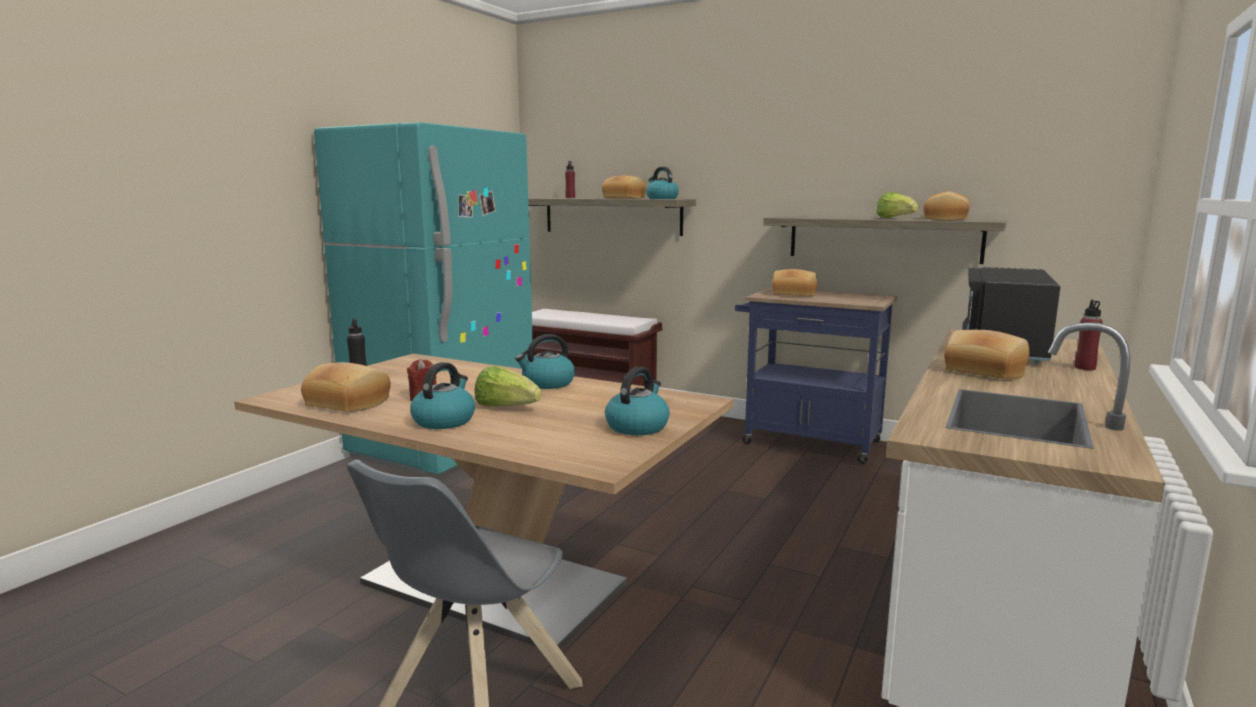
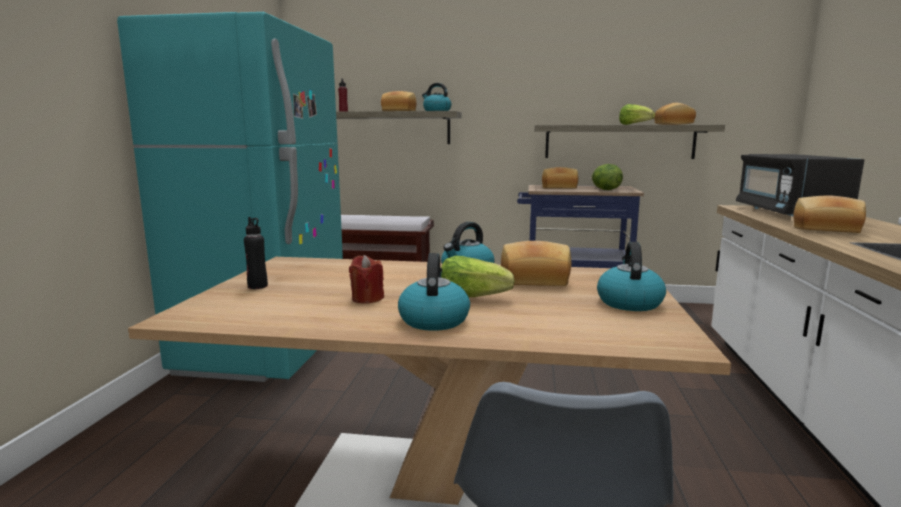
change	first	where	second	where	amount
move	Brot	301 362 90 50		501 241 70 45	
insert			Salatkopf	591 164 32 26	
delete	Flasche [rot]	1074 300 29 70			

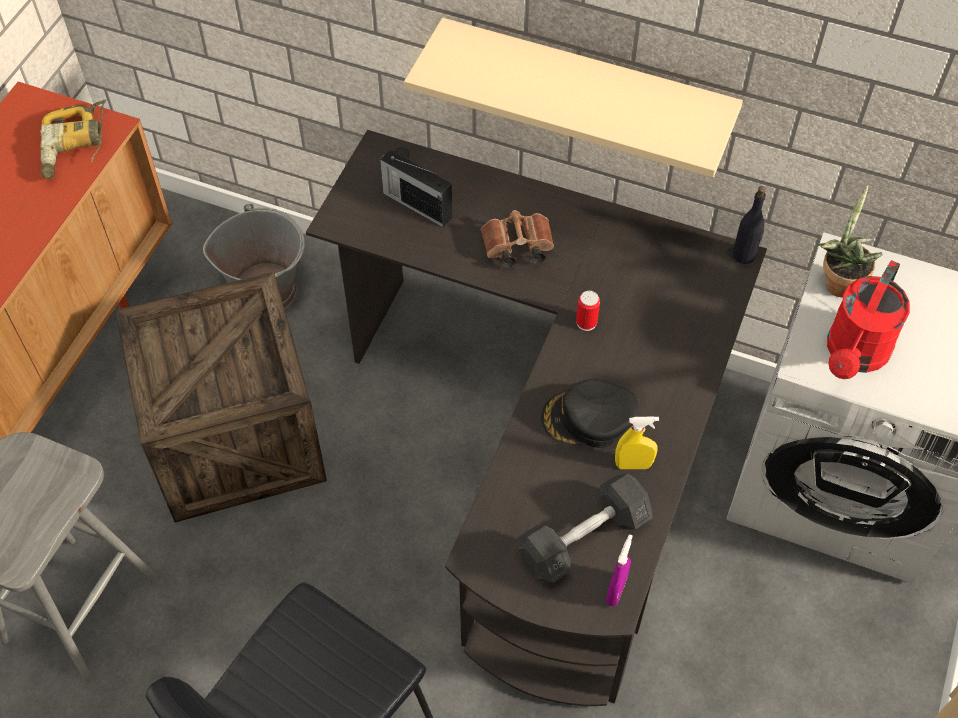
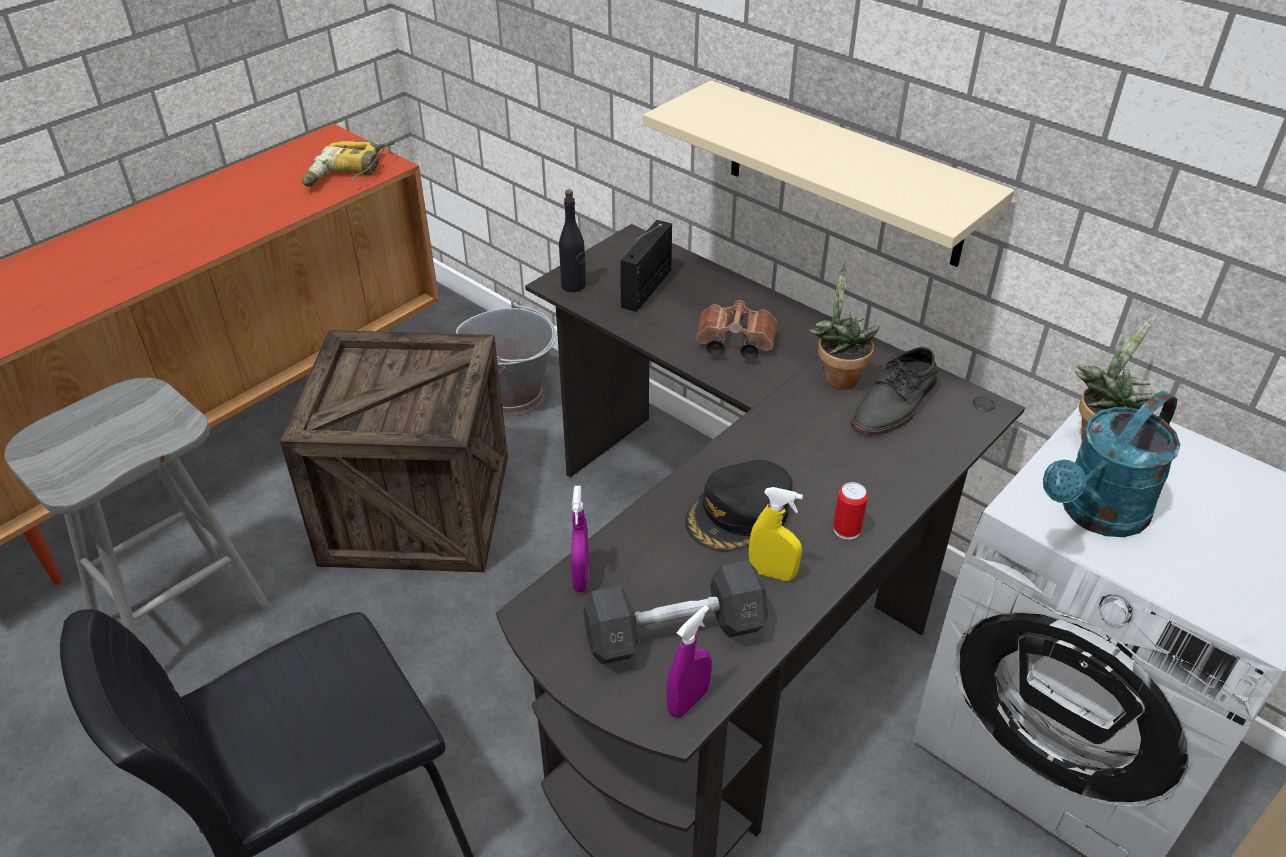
change	first	where	second	where	amount
move	Flasche [schwarz]	732 186 34 78		559 189 27 103	
insert			Sprühflasche [lila]	571 486 18 106	
rotate	Radio	380 150 73 77		620 220 52 92	60 degrees clockwise
rotate	Kappe [schwarz]	541 379 98 69		685 460 108 91	60 degrees counterclockwise
insert			Topfpflanze	808 262 72 128	
move	Dose	576 291 24 40		833 482 35 58	
insert			Schuh [grau]	851 347 87 89	
recolor	Gießkanne [rot]	827 260 83 119	Gießkanne [türkis]	1043 391 137 146	

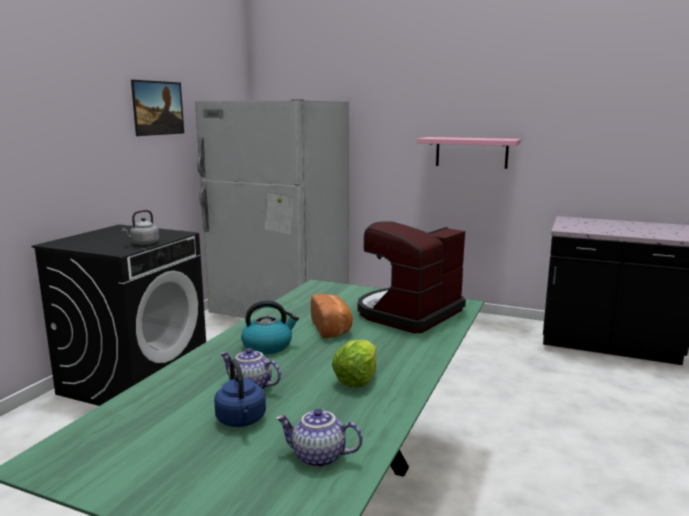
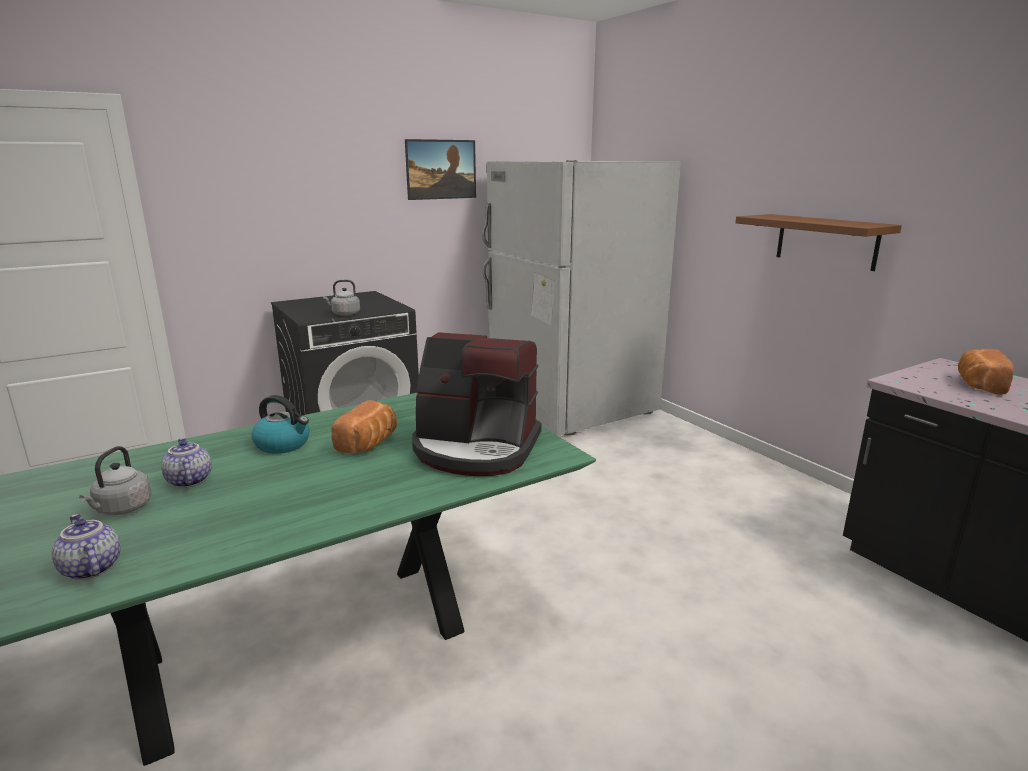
change	first	where	second	where	amount
recolor	Wasserkessel [blau]	214 359 52 68	Wasserkessel [grau]	79 446 73 69	
rotate	Kaffeemaschine	357 221 109 112		412 332 129 144	150 degrees counterclockwise
recolor	Wandregal [rosa]	417 137 104 32	Wandregal [braun]	735 214 167 57	
insert			Brot	958 349 56 46	
delete	Salatkopf	332 340 44 48			

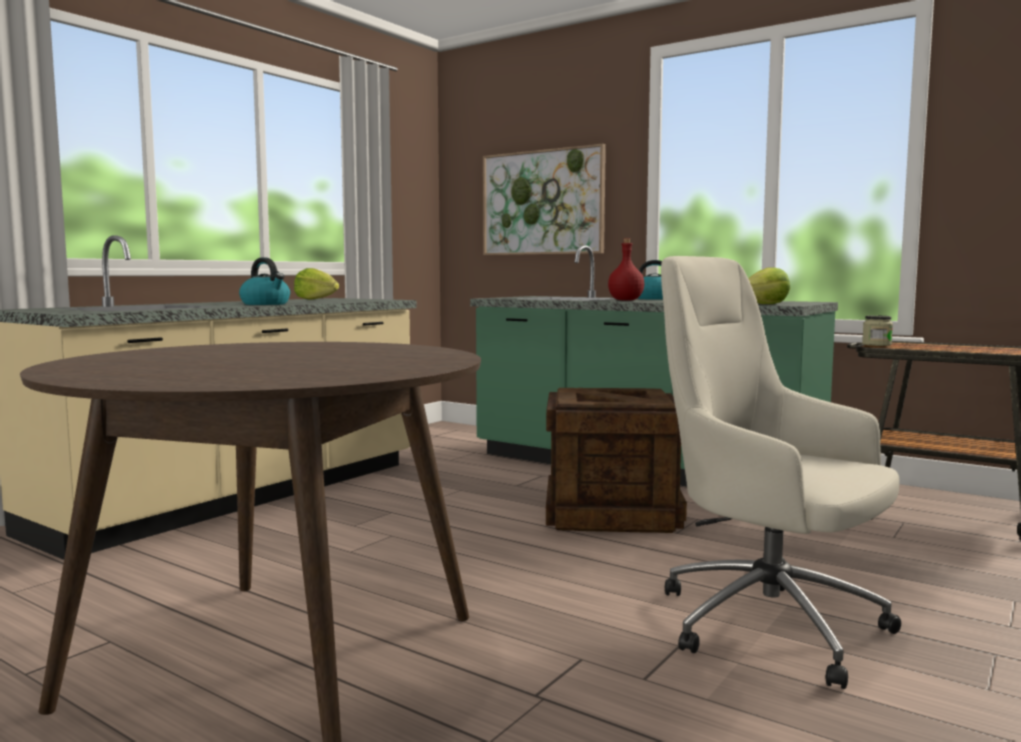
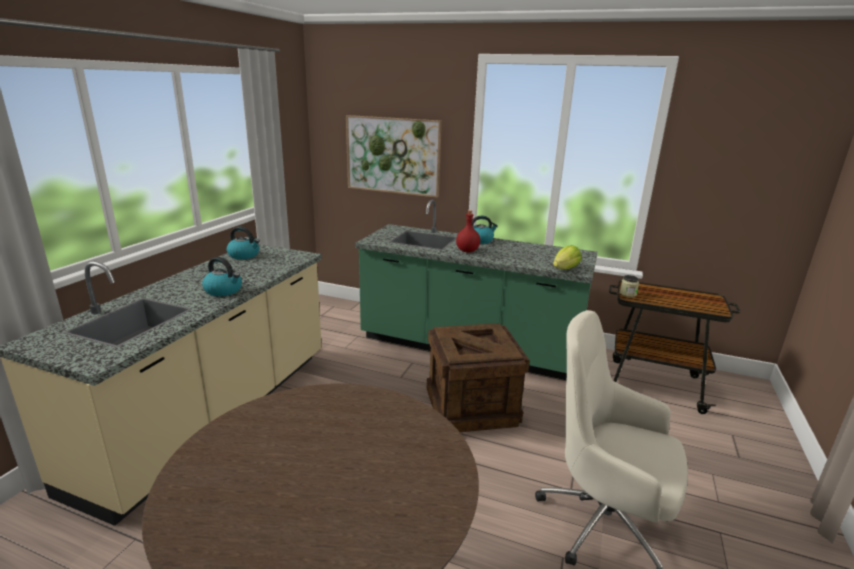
change	first	where	second	where	amount
replace	Salatkopf	294 268 45 32	Wasserkessel	227 227 33 32	

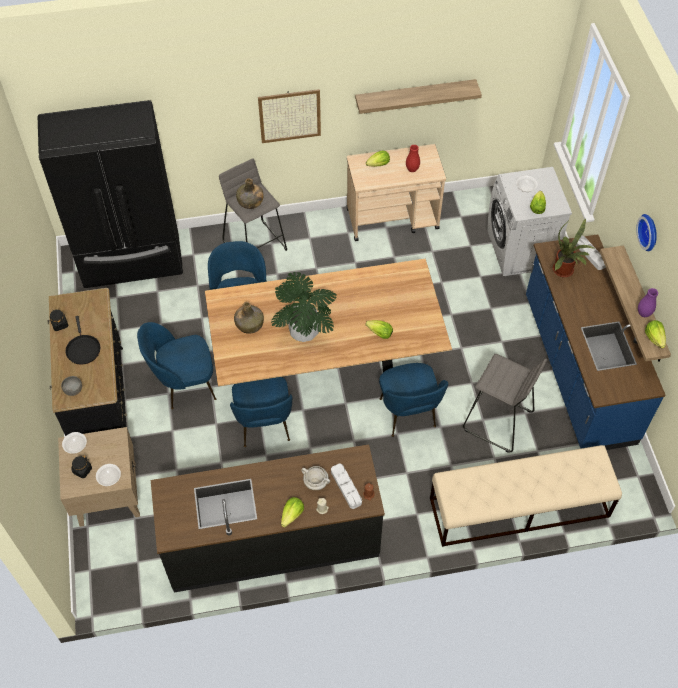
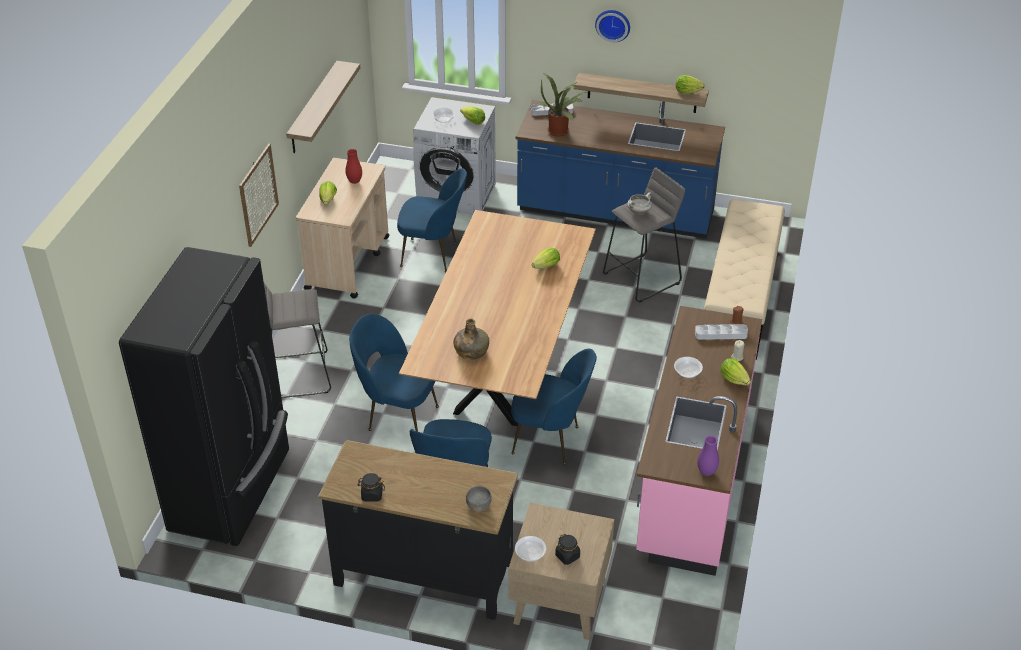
change	first	where	second	where	amount
move	Stuhl [blau]	379 363 69 74		397 168 70 105	
move	Kochtopf [weiß]	301 466 29 24		627 192 25 22	
recolor	Küchenzeile [schwarz]	151 444 234 149	Küchenzeile [rosa]	636 306 126 270	
move	Schüssel	96 464 25 22		674 357 29 21	
move	Vase [lila]	638 288 20 29		697 436 22 40	
delete	Pfanne [schwarz]	66 316 34 49			
delete	Flasche [grün]	236 178 28 31			
delete	Topfpflanze	271 272 66 70			

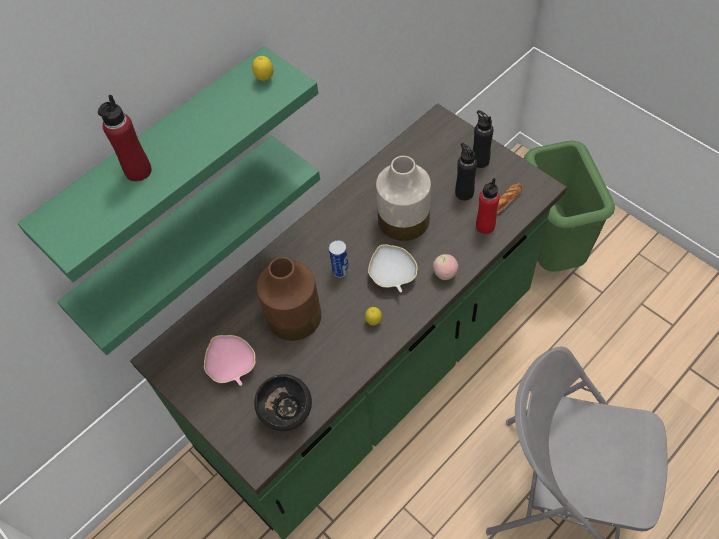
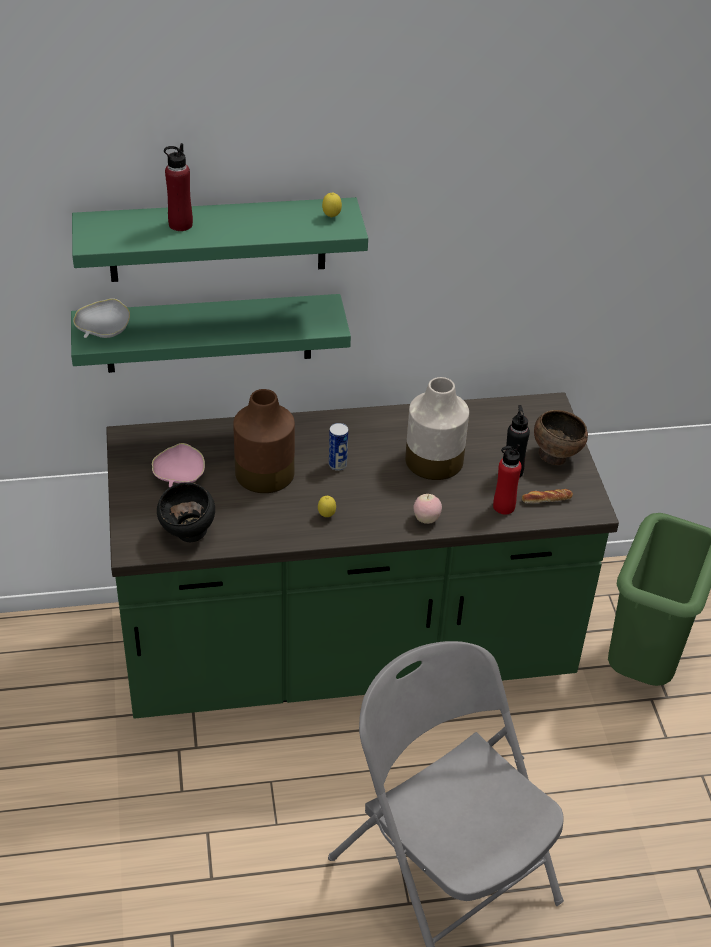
change	first	where	second	where	amount
move	Schüssel [weiß]	368 244 50 49		73 298 57 40	
replace	Flasche [schwarz]	473 110 21 58	Schüssel [braun]	534 410 54 55	

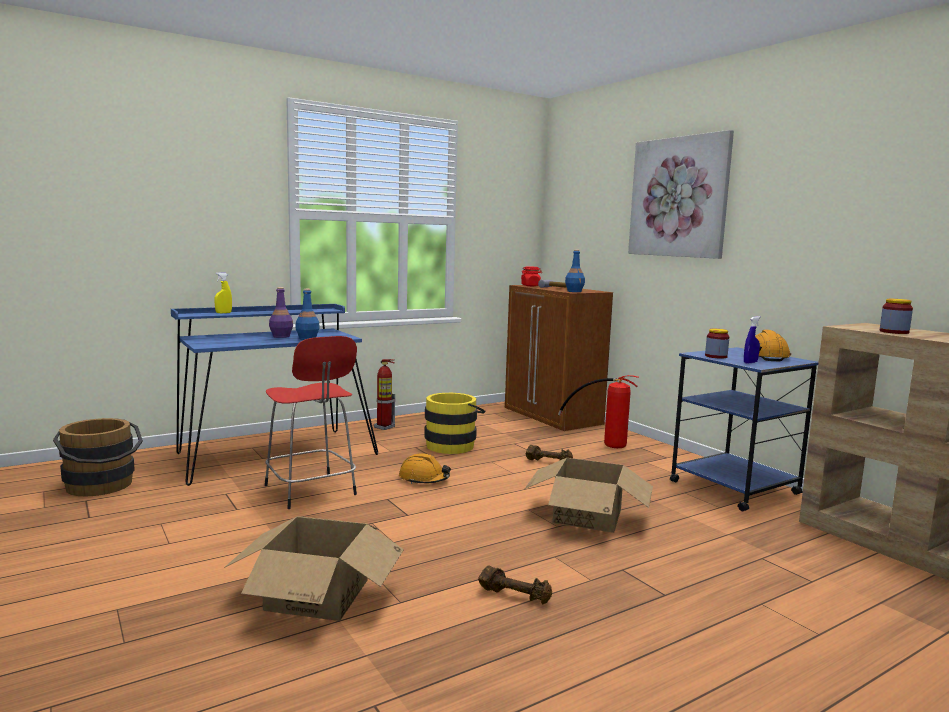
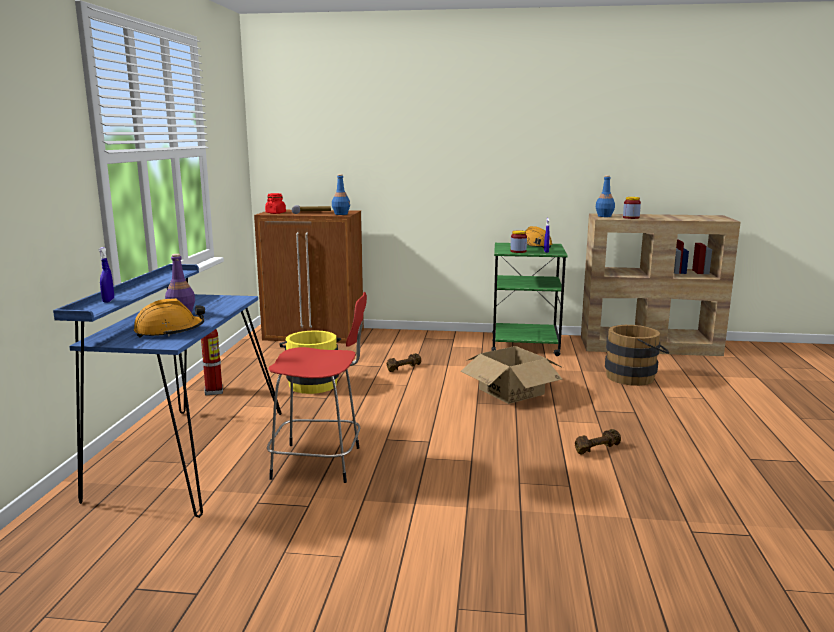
change	first	where	second	where	amount
recolor	Sprühflasche [gelb]	214 272 18 41	Sprühflasche [blau]	98 247 16 55	
move	Schutzhelm [orange]	399 454 52 30		134 298 71 40	
recolor	Rollwagen [blau]	670 347 149 164	Rollwagen [grün]	492 243 76 113	
move	Flasche [blau]	296 289 24 51		596 175 19 42	
move	Eimer [braun]	53 418 90 79		605 325 64 61	
delete	Karton	224 516 180 105			
delete	Feuerlöscher	558 375 81 73			
delete	Bild	628 130 106 129			

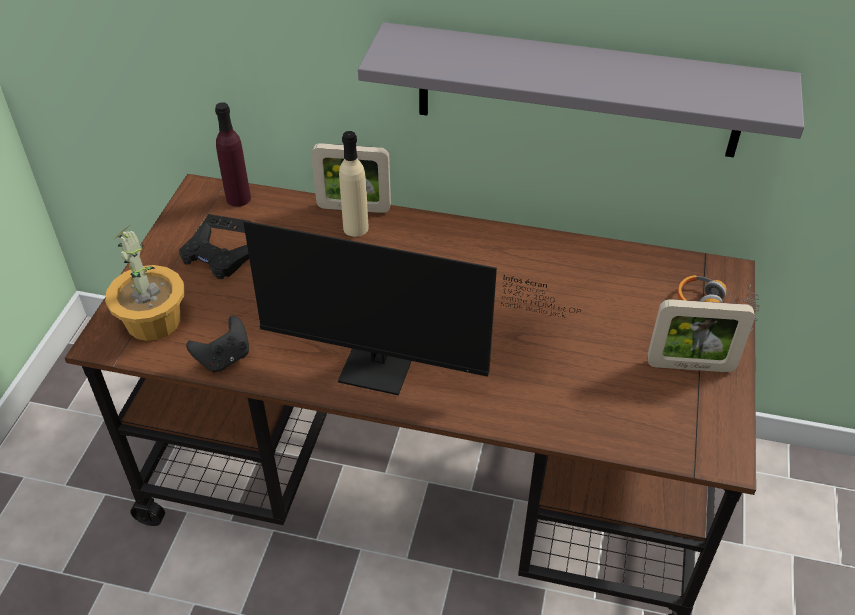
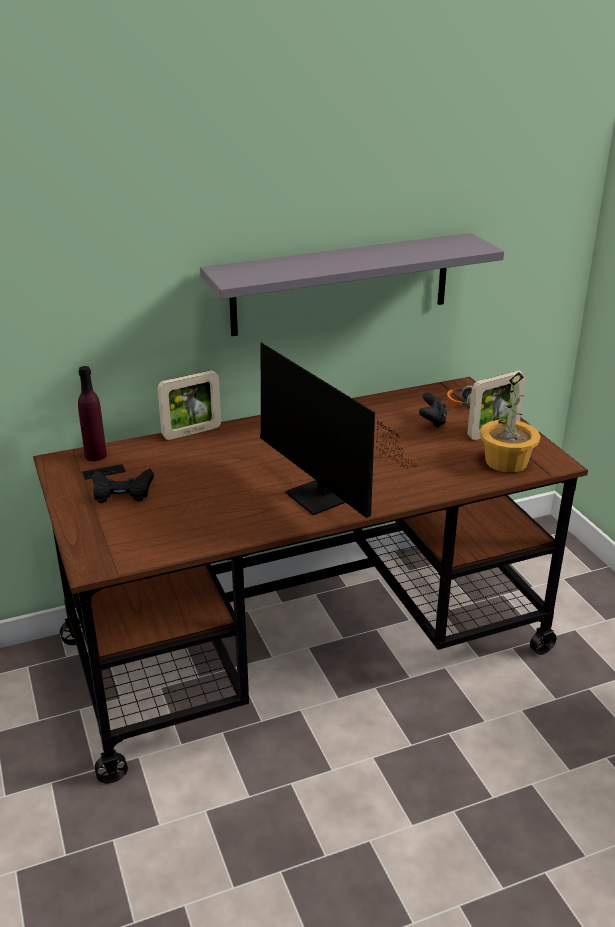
change	first	where	second	where	amount
rotate	Monitor	243 221 338 174		260 343 157 175	75 degrees clockwise
move	Gamepad [schwarz]	186 316 63 57		419 393 28 35	
move	Topfpflanze	105 226 79 115		480 372 60 100	
delete	Flasche [beige]	339 131 30 106			

